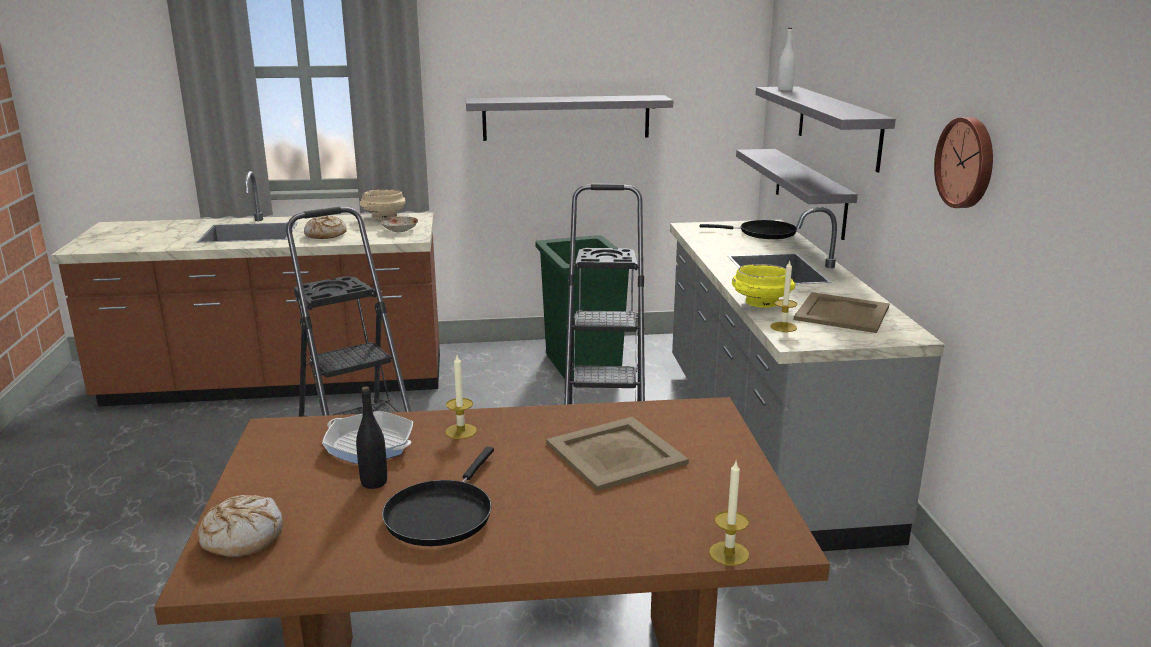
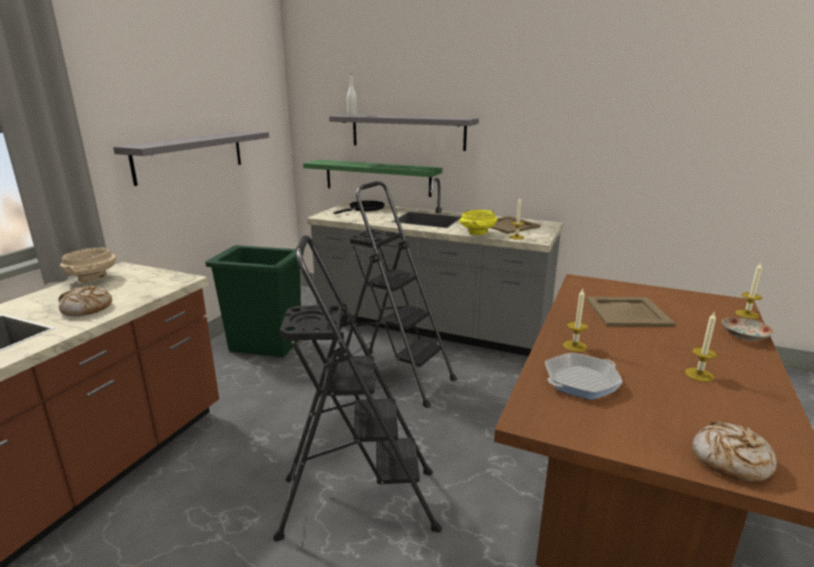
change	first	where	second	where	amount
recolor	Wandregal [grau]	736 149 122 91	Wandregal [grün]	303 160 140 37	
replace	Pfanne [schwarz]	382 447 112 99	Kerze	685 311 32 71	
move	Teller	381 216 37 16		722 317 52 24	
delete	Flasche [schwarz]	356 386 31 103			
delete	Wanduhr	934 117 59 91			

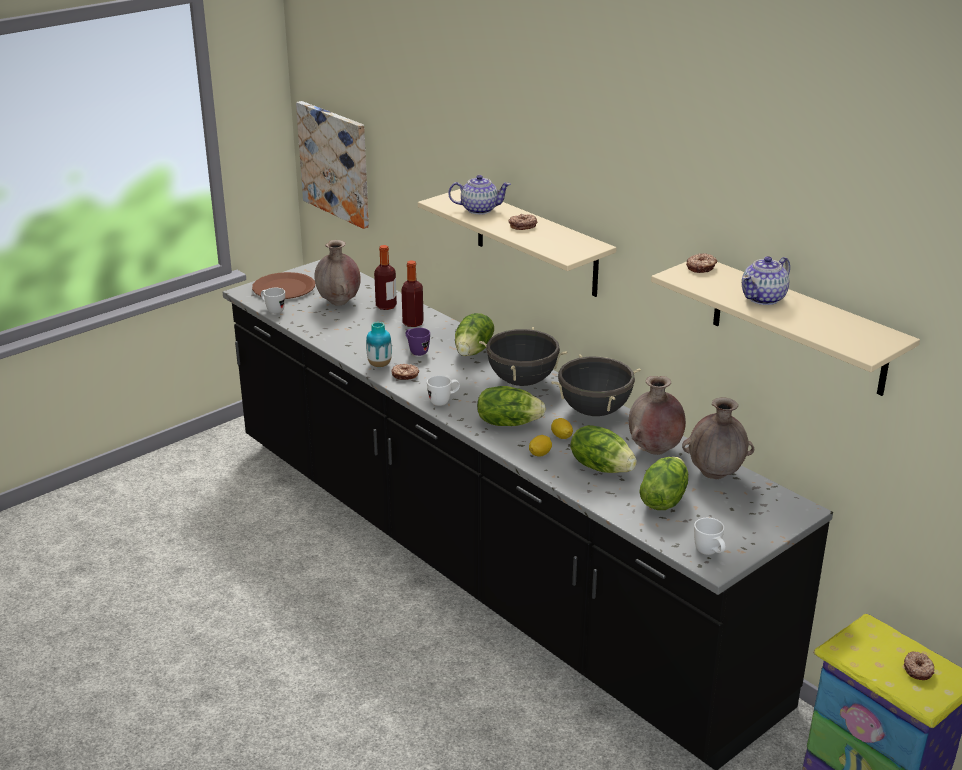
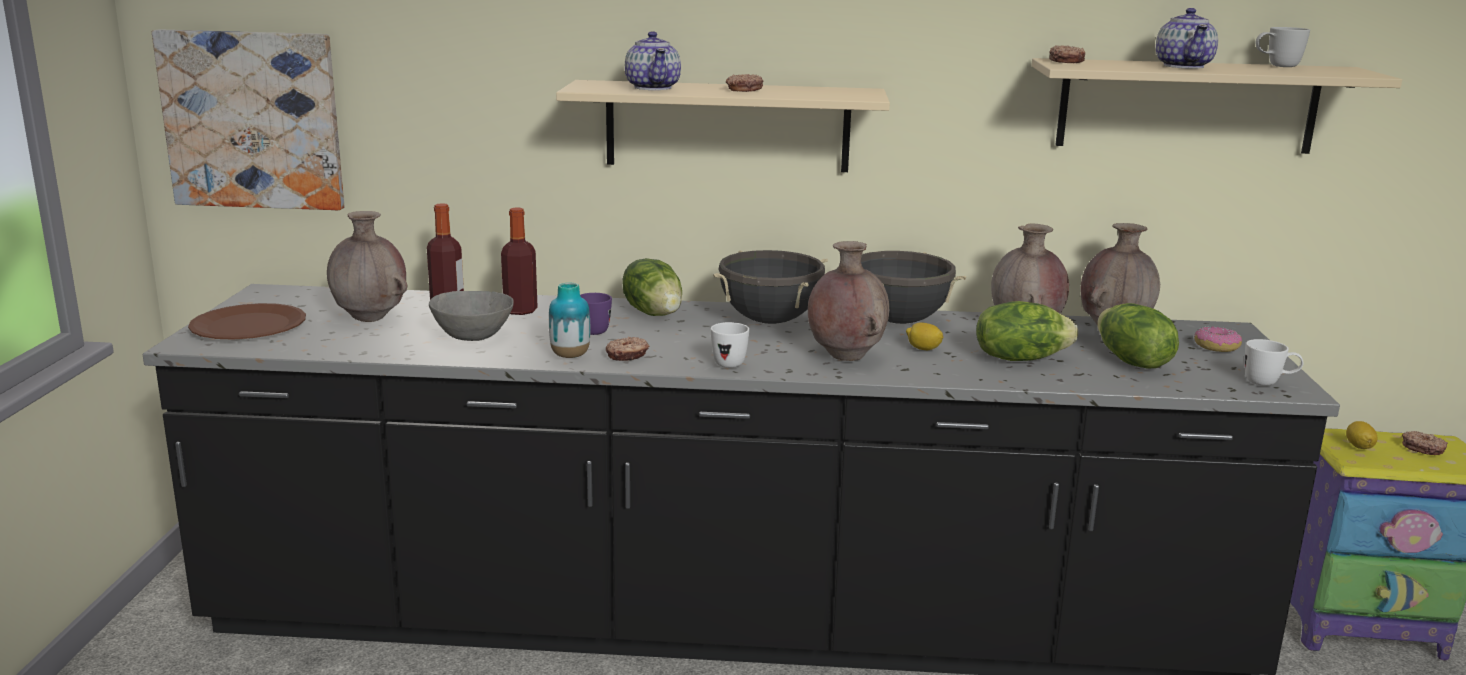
change	first	where	second	where	amount
insert			Schüssel [grau]	429 291 85 50	
rotate	Teekanne	448 175 63 40		625 31 56 59	120 degrees clockwise
replace	Salatkopf	477 386 69 40	Vase [braun]	808 241 81 120	
insert			Donut	1194 326 48 26	
move	Henkelbecher [weiß]	261 288 24 26		1255 27 55 40	
move	Zitrone	529 435 23 22		1346 421 31 28	

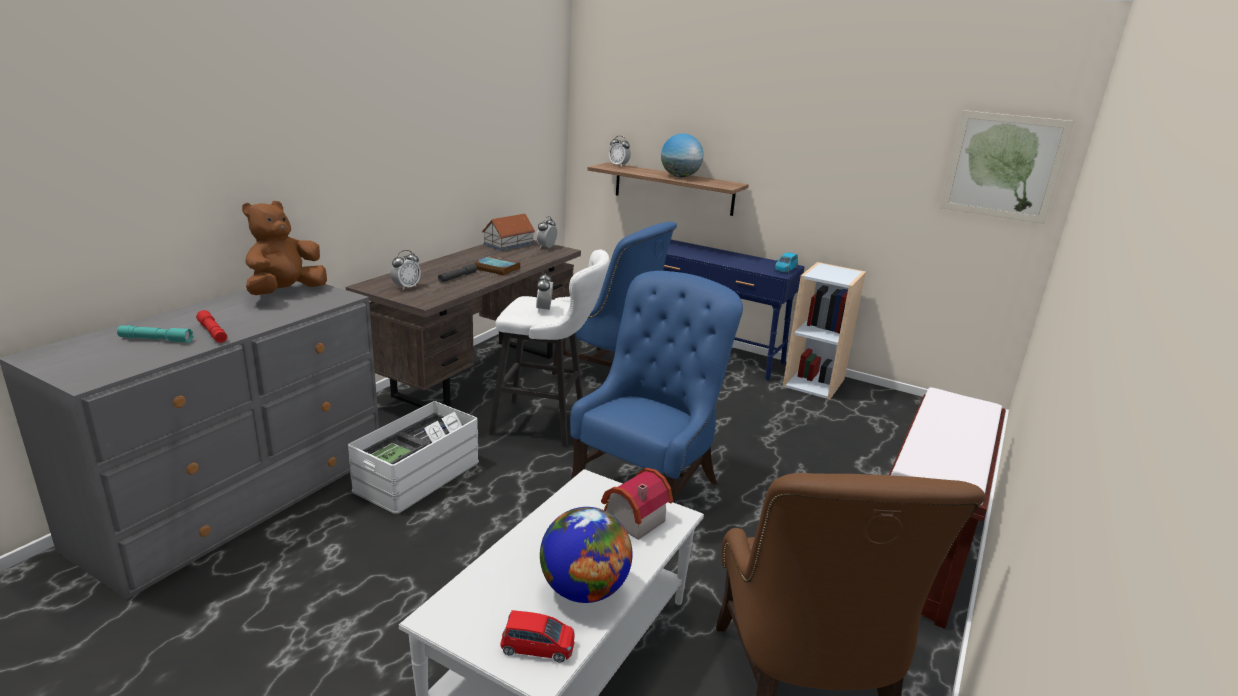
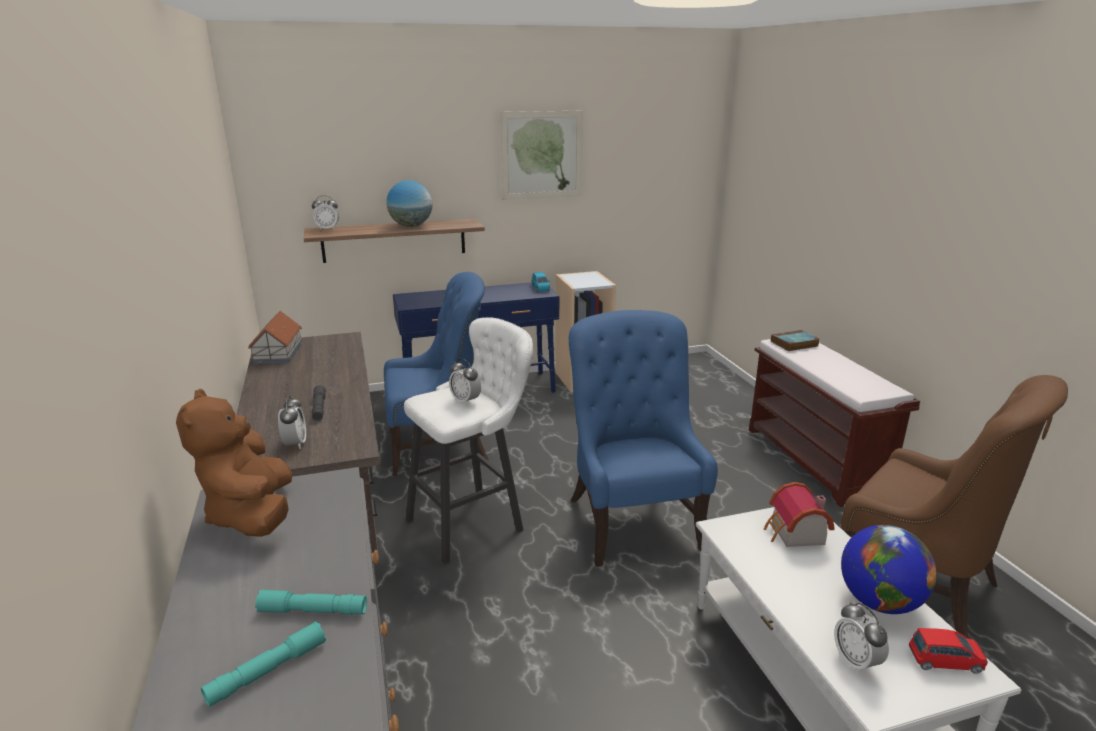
change	first	where	second	where	amount
recolor	Taschenlampe [rot]	196 310 31 33	Taschenlampe [türkis]	255 589 112 26	
move	Bild	940 110 134 114		501 111 82 89	
move	Buch	474 256 46 20		771 330 48 21	
move	Wecker	537 216 20 32		834 602 55 73	
rotate	Spielzeugauto [rot]	500 610 75 52		909 628 79 46	45 degrees clockwise
delete	Aufbewahrungsbox [weiß]	348 401 131 113			

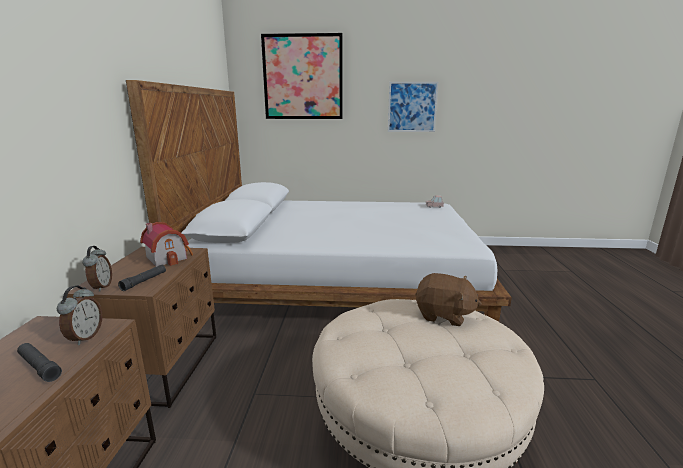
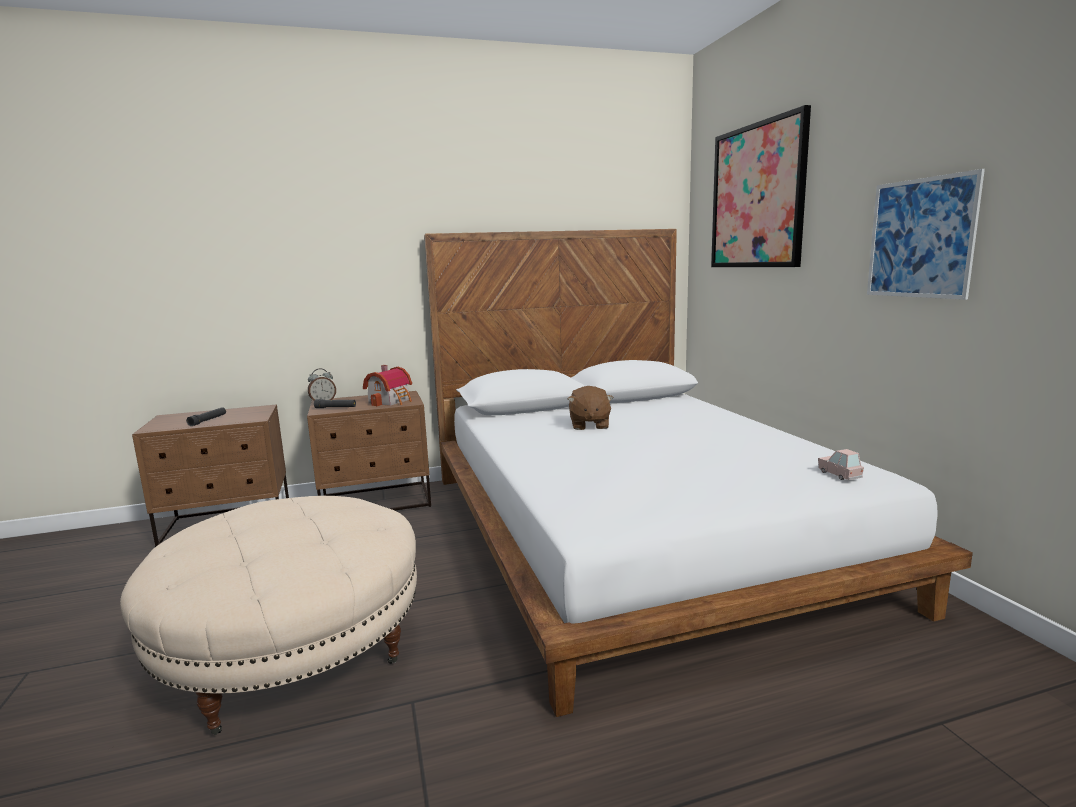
change	first	where	second	where	amount
move	Plüschtier [braun]	415 273 67 53		568 386 45 44	
delete	Wecker	57 286 45 59			

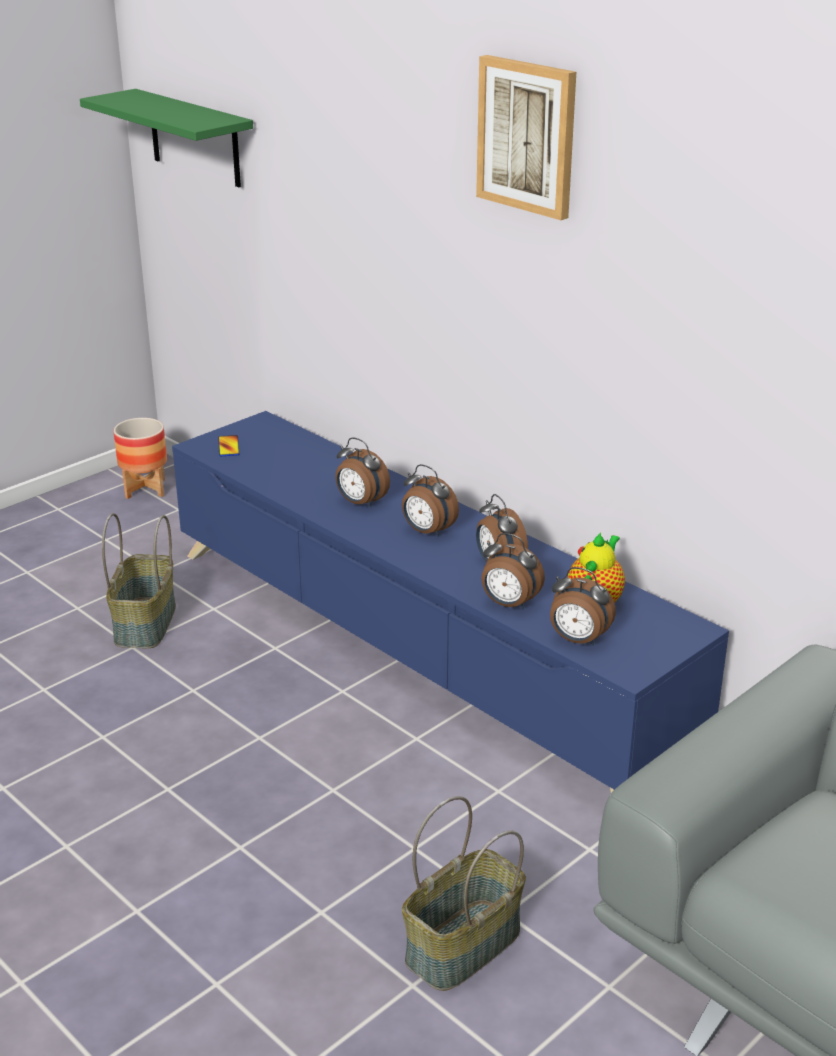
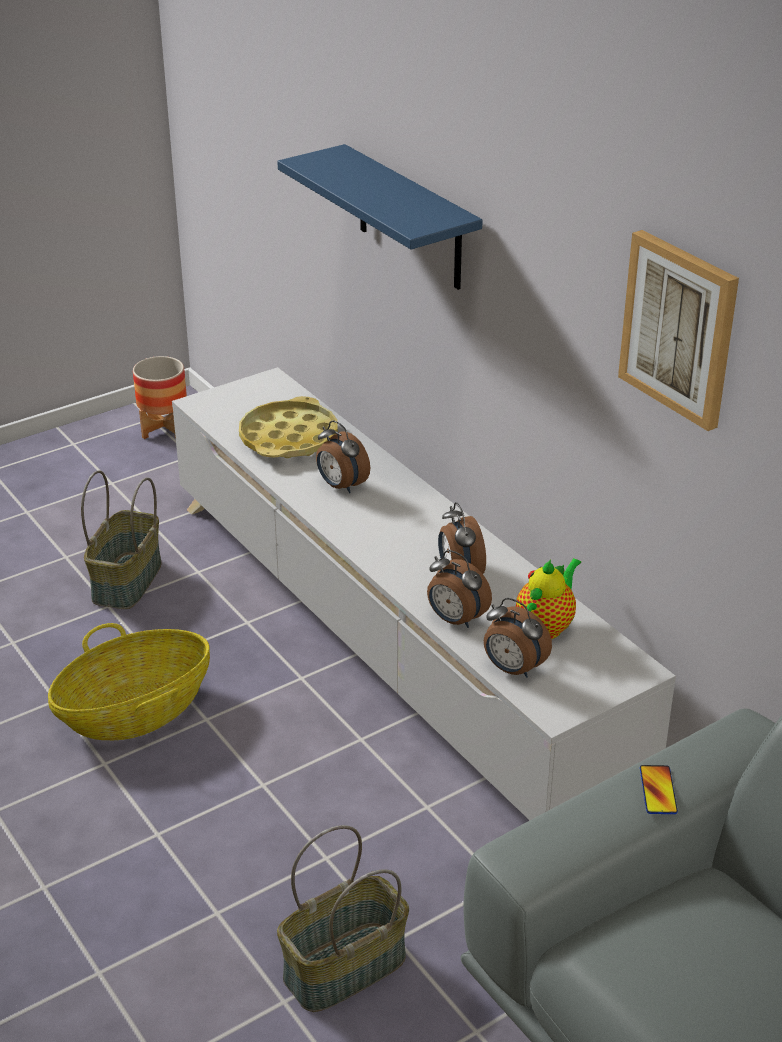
change	first	where	second	where	amount
insert			Korb	48 623 162 117	
recolor	Fernsehschrank [blau]	172 411 557 381	Fernsehschrank [weiß]	172 367 504 453	
insert			Tablett [gelb]	239 396 99 62	
insert			Wandregal [blau]	277 144 206 146	
move	Bild	476 55 100 165		618 230 121 201	
move	Handy	218 435 22 21		640 765 38 49	
delete	Wandregal [grün]	80 89 173 98			
delete	Wecker	402 464 57 73			

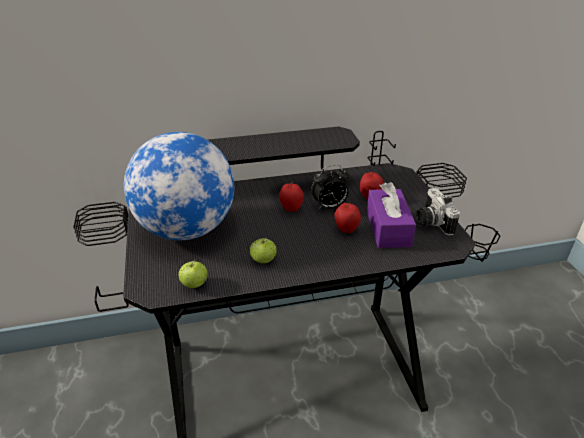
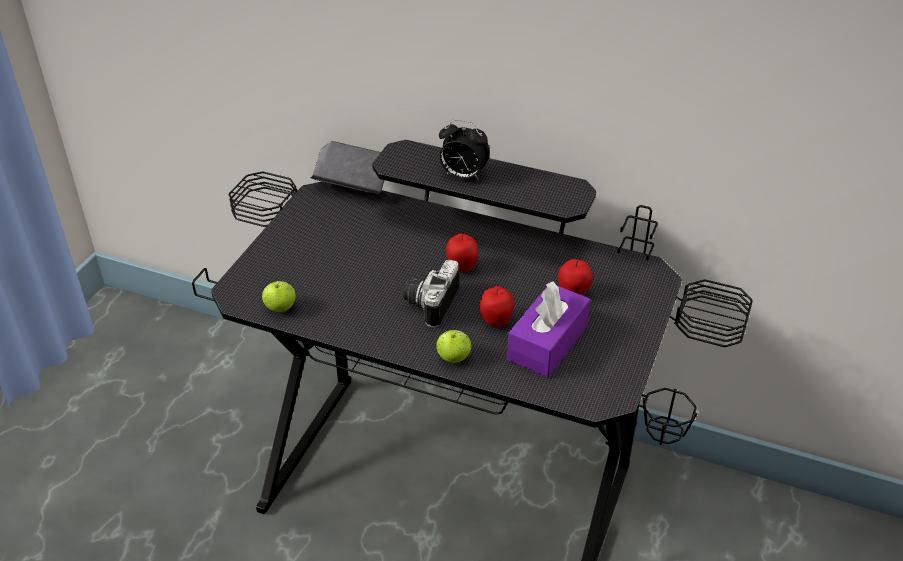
change	first	where	second	where	amount
move	Kamera	416 188 44 47		403 259 57 69	
move	Apfel	250 237 26 26		436 330 35 33	
move	Wecker	311 165 38 44		439 120 51 60	
delete	Globus	124 132 110 108			

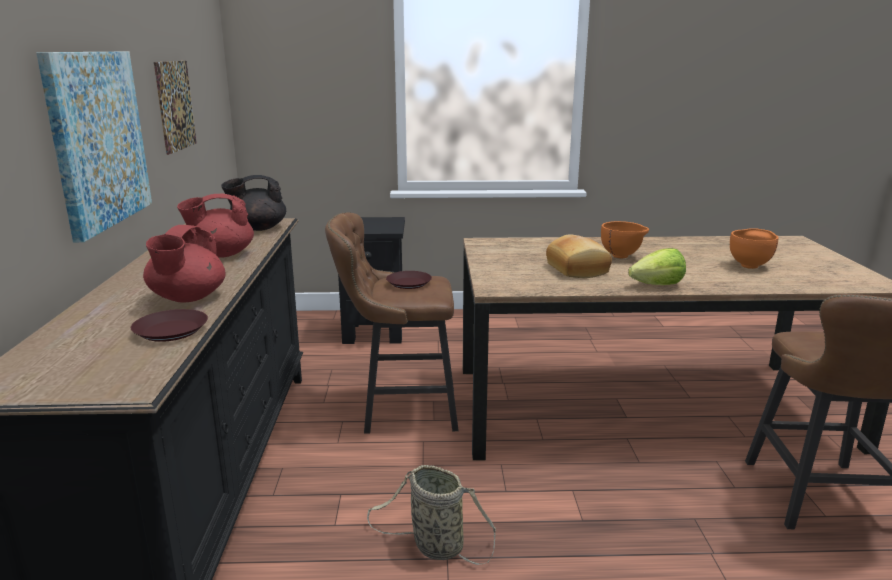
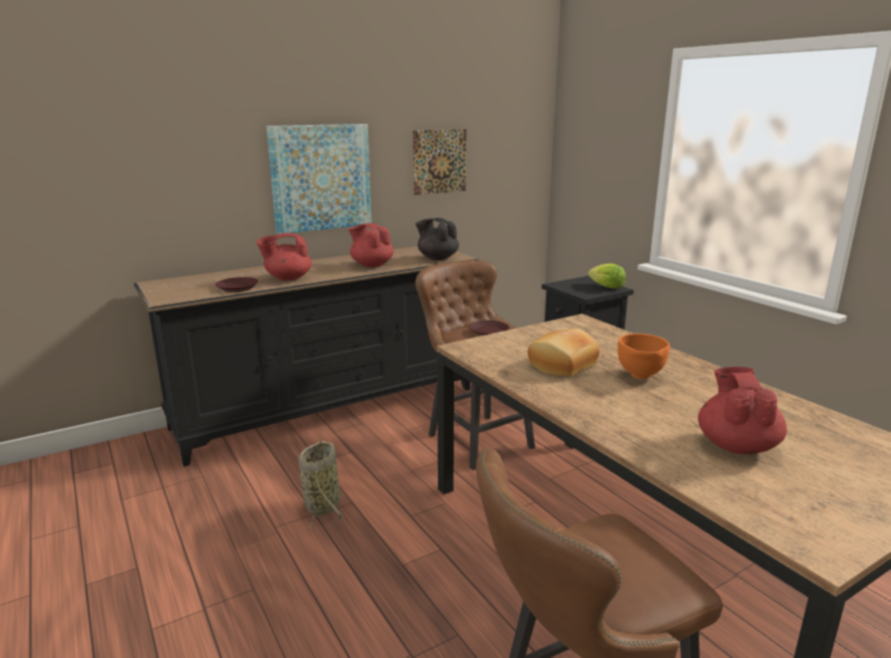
change	first	where	second	where	amount
move	Salatkopf	628 248 58 37		588 263 38 26	
replace	Schüssel [orange]	730 228 48 41	Teekanne [rot]	698 367 89 87	

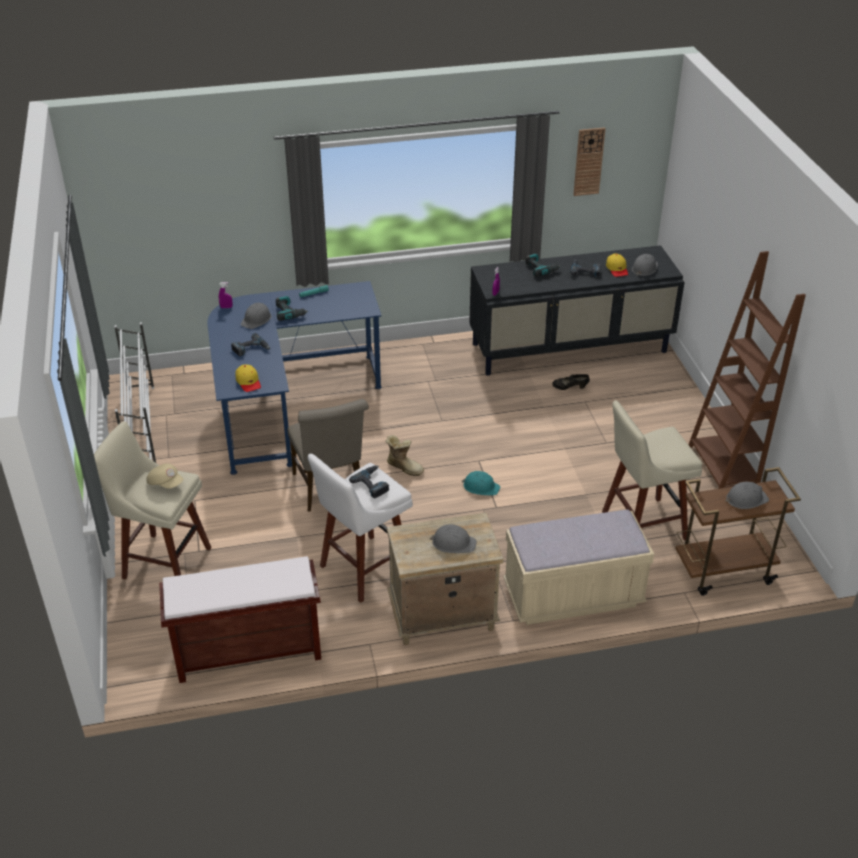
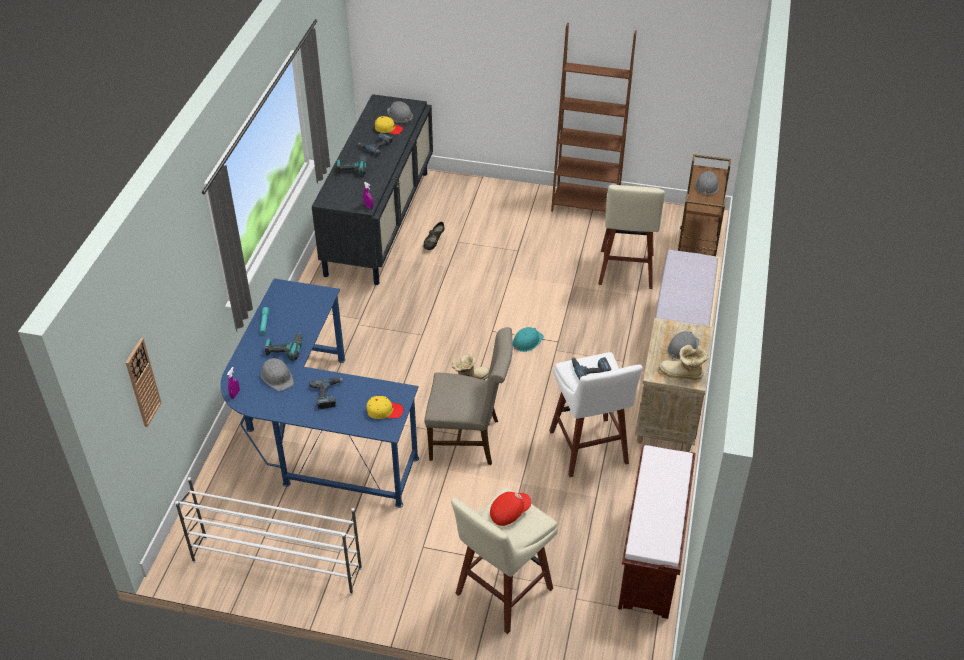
change	first	where	second	where	amount
move	Wanduhr	573 127 33 69		126 338 35 89	
recolor	Kappe [beige]	146 463 38 26	Kappe [rot]	490 492 41 34	
insert			Stiefel	659 345 49 35	

